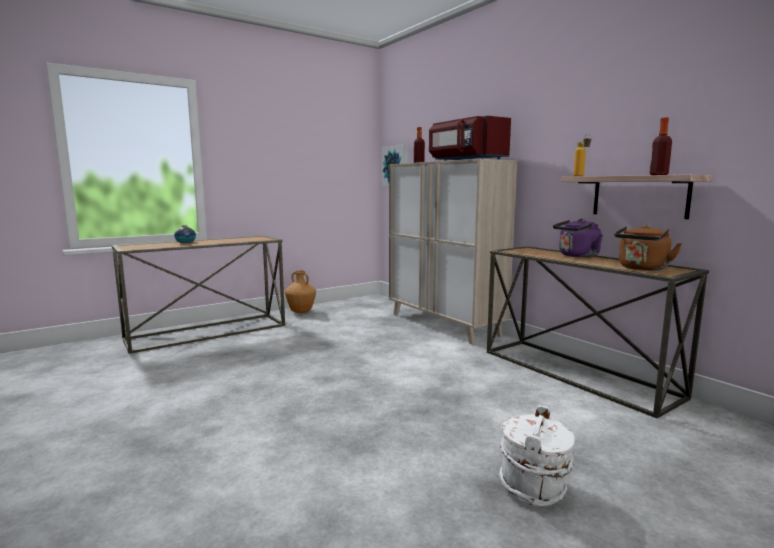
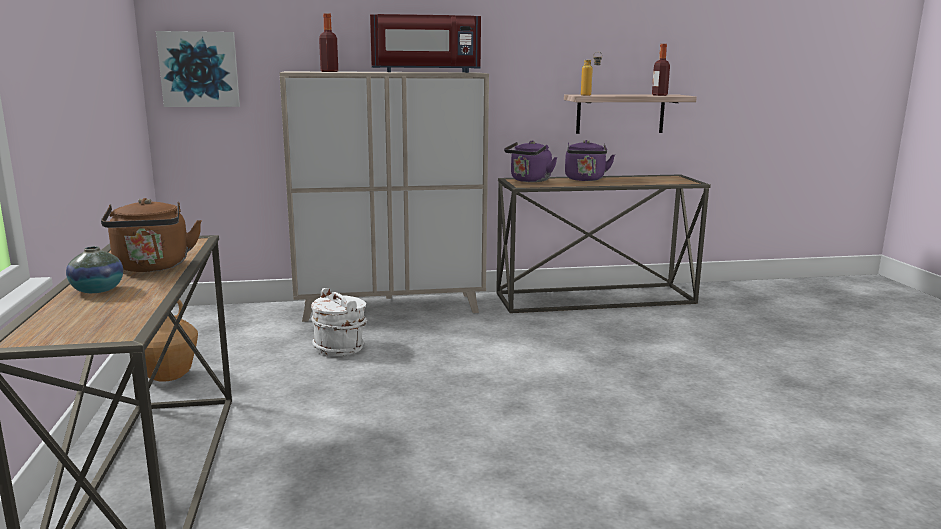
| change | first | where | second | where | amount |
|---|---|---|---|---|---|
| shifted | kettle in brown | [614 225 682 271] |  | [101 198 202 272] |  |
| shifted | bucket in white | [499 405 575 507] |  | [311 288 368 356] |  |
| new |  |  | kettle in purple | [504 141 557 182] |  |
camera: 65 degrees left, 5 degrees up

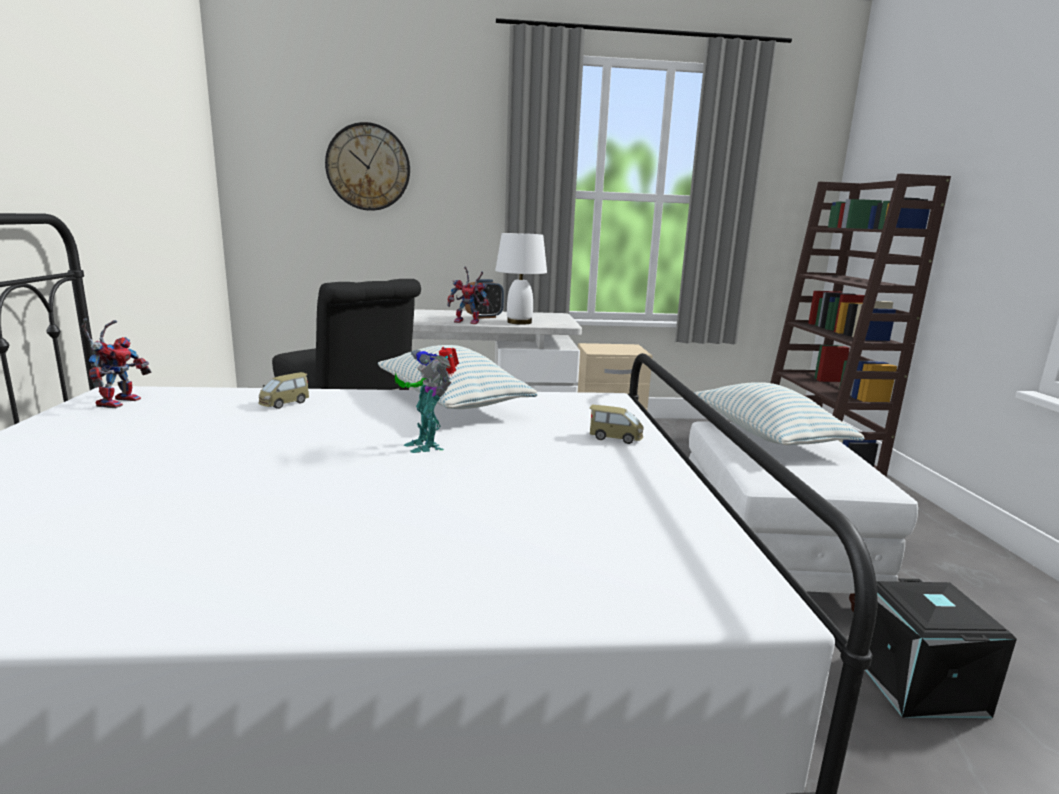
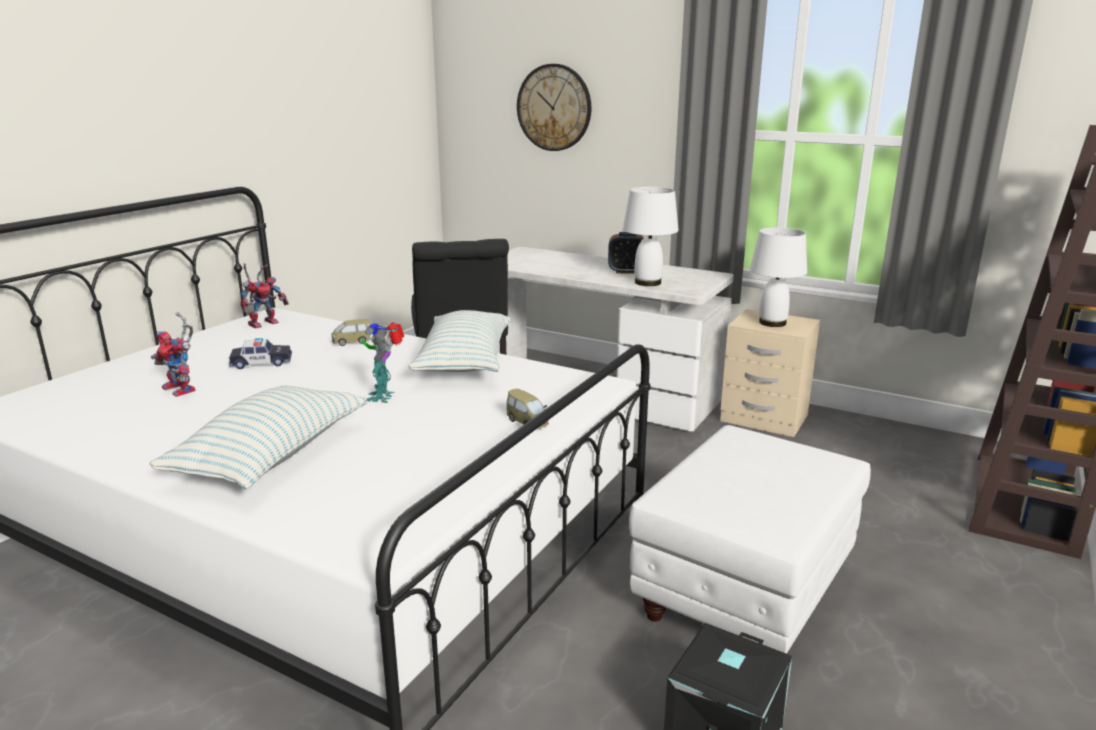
| change | first | where | second | where | amount |
|---|---|---|---|---|---|
| shifted | toy robot | [447 267 490 324] |  | [151 312 195 397] |  |
| shifted | pillow | [695 382 865 445] |  | [149 386 367 489] |  |
| new |  |  | table lamp in white | [750 227 807 327] |  |
| new |  |  | toy car | [229 338 292 369] |  |
camera: 35 degrees right, 5 degrees up

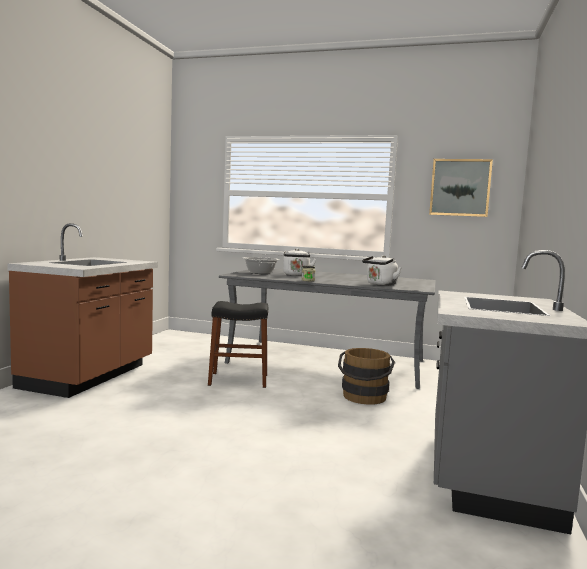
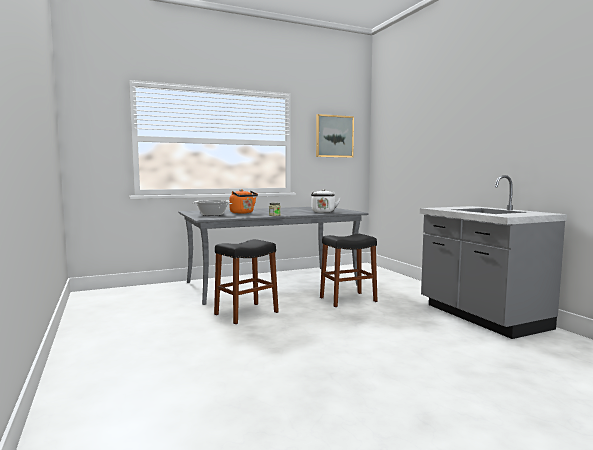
| change | first | where | second | where | amount |
|---|---|---|---|---|---|
| gone | counter in brown | [7 223 158 398] |  |  |  |
| repainted | kettle in white | [283 249 316 276] | kettle in orange | [229 189 258 214] |  |
| swapped | bucket in brown | [338 348 395 405] | stool in black | [320 234 378 307] |  |
camera: 40 degrees left, 0 degrees up

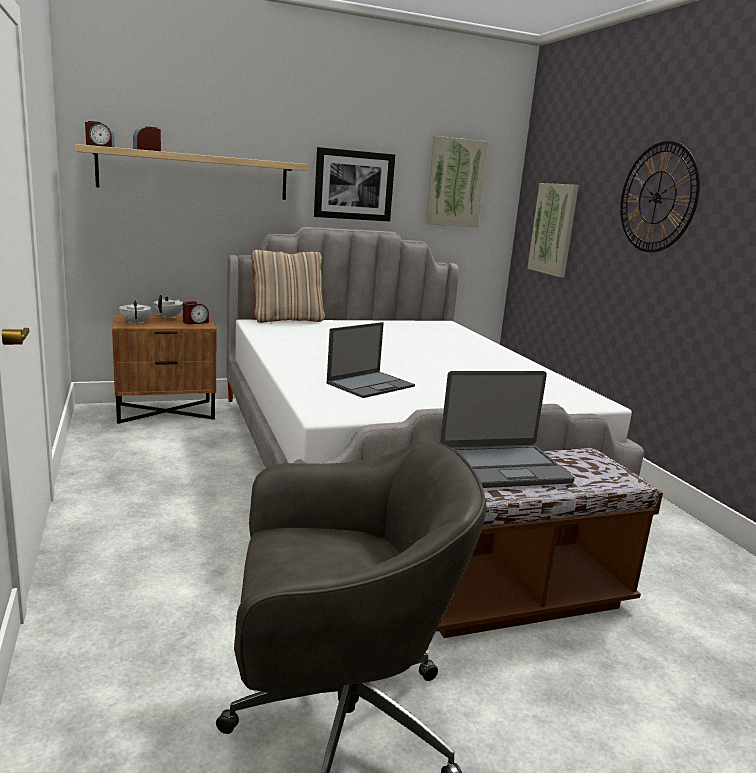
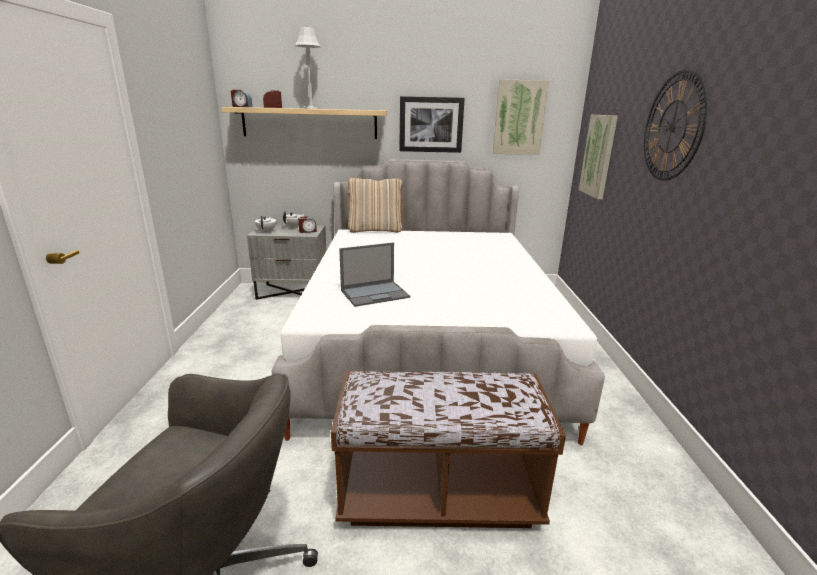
| change | first | where | second | where | amount |
|---|---|---|---|---|---|
| repainted | nightstand in brown | [112 315 216 424] | nightstand in grey | [247 224 327 300] |  |
| gone | laptop | [440 371 575 488] |  |  |  |
| new |  |  | table lamp in grey | [295 27 321 109] |  |
camera: 20 degrees right, 5 degrees up

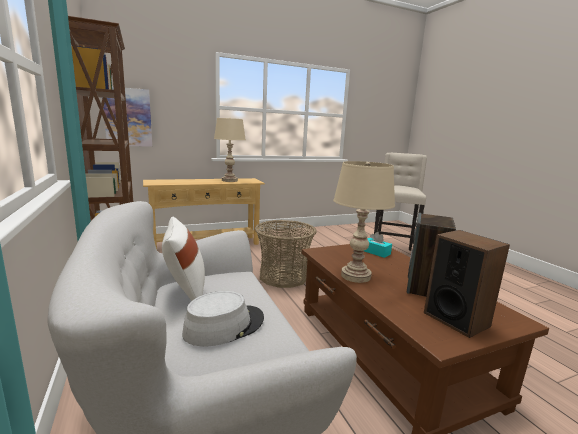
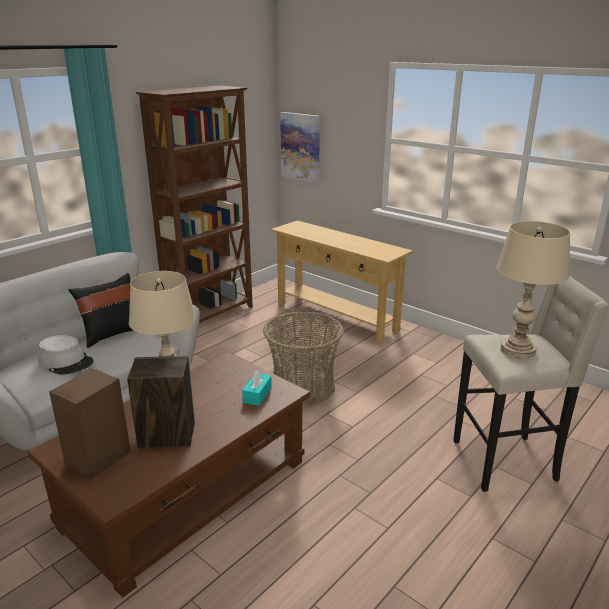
| change | first | where | second | where | amount |
|---|---|---|---|---|---|
| shifted | table lamp in beige | [214 118 246 182] |  | [496 221 570 359] |  |
| repainted | pillow in white | [162 217 205 301] | pillow in black | [69 273 134 348] |  |
camera: 65 degrees right, 10 degrees up

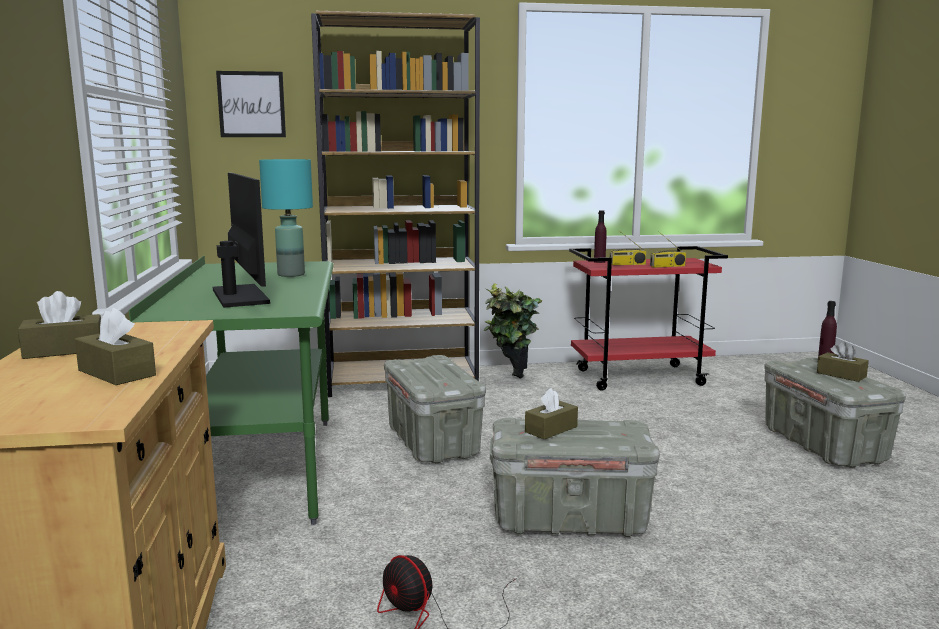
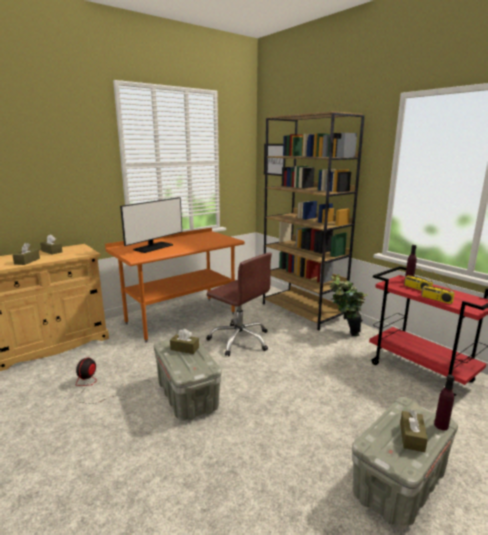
| change | first | where | second | where | amount |
|---|---|---|---|---|---|
| gone | table lamp in turquoise | [259 159 313 277] |  |  |  |
| repainted | desk in green | [129 255 334 525] | desk in orange | [105 228 245 342] |  |
| swapped | storage box in grey | [384 355 486 464] | office chair in brown | [206 252 272 356] |  |
camera: 60 degrees right, 5 degrees up

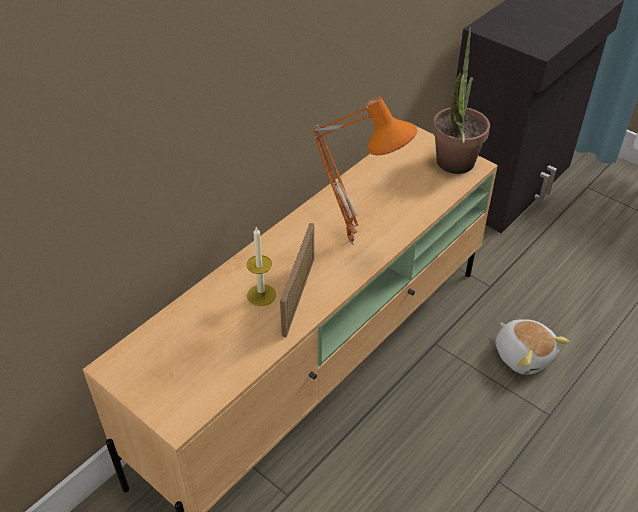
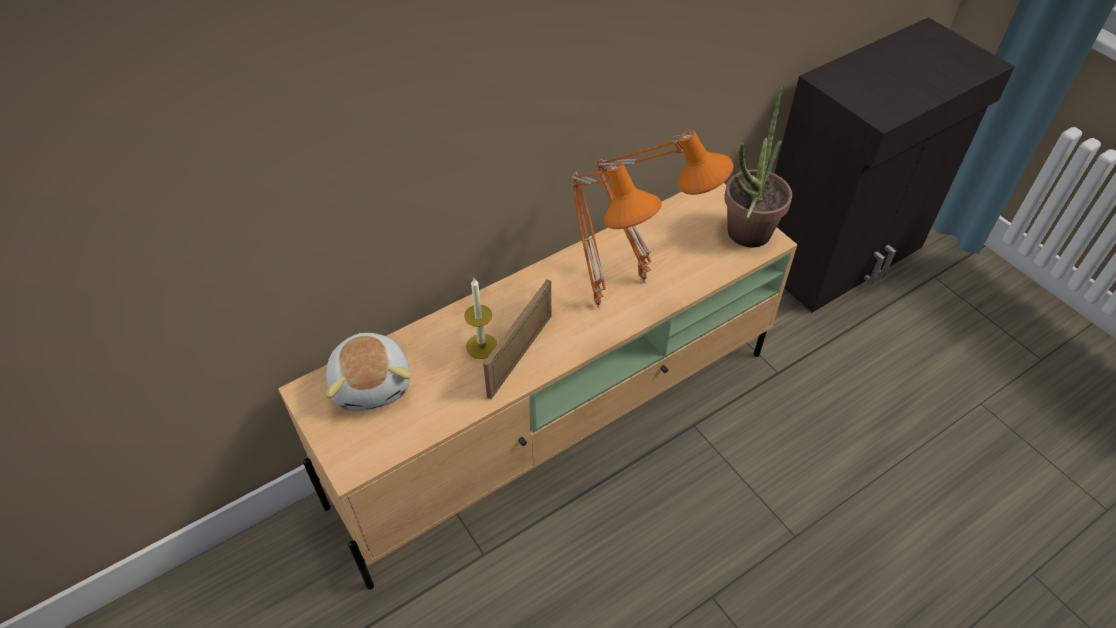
| change | first | where | second | where | amount |
|---|---|---|---|---|---|
| shifted | plush toy | [495 319 570 375] |  | [326 333 411 411] |  |
| new |  |  | table lamp in orange | [594 130 733 283] |  |
camera: 15 degrees right, 5 degrees up

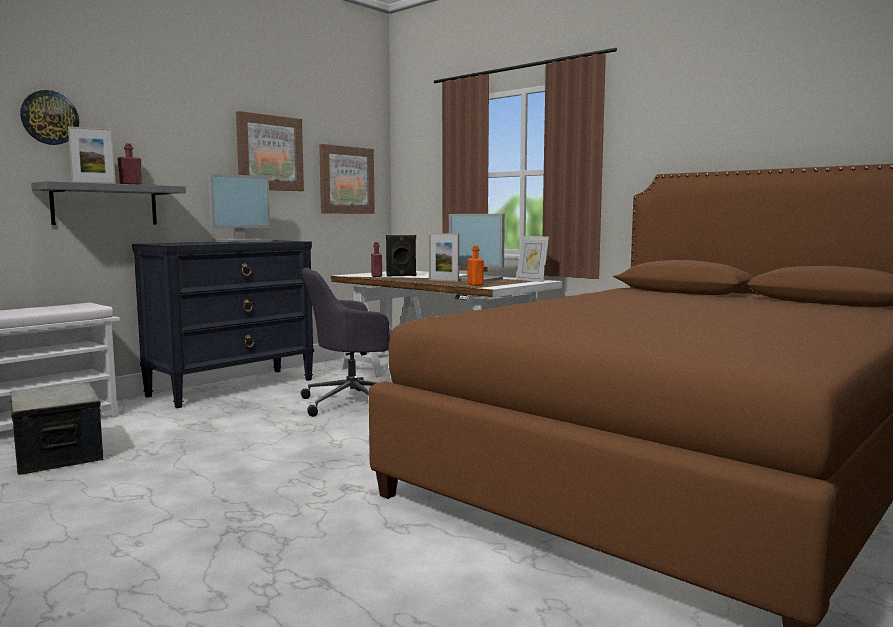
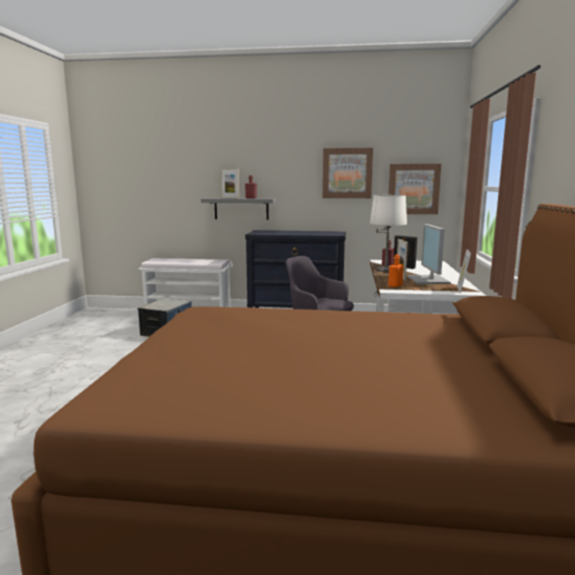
| change | first | where | second | where | amount |
|---|---|---|---|---|---|
| gone | wall clock | [20 90 79 145] |  |  |  |
| gone | monitor | [208 174 272 243] |  |  |  |
| new |  |  | table lamp in white | [370 194 407 272] |  |
camera: 55 degrees right, 5 degrees up

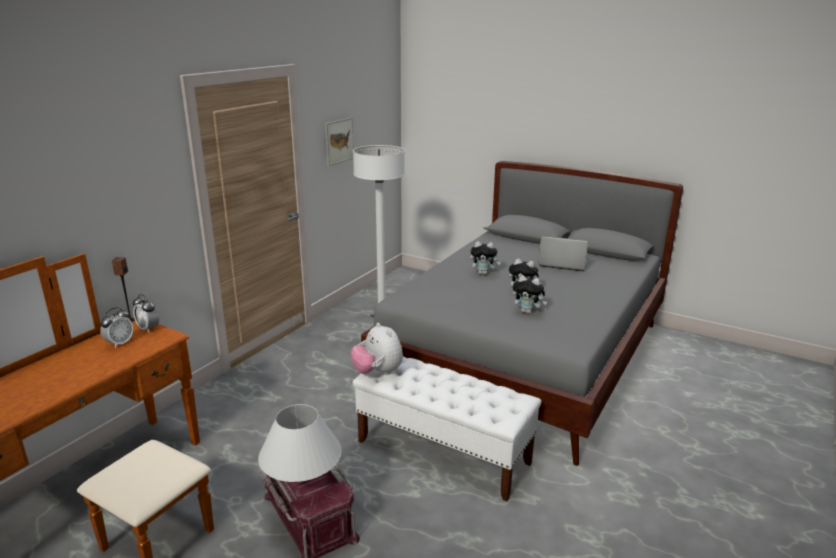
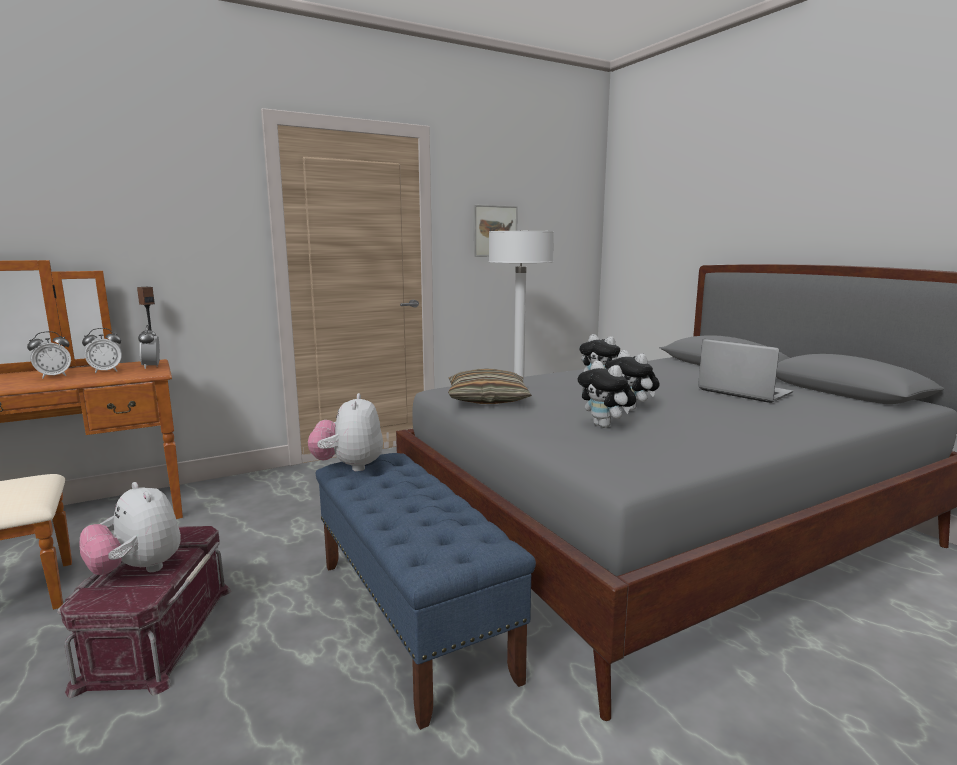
| change | first | where | second | where | amount |
|---|---|---|---|---|---|
| repainted | bench in white | [353 356 541 501] | bench in blue | [316 453 536 730] |  |
| swapped | table lamp in white | [258 404 342 482] | plush toy | [80 482 181 575] |  |
| new |  |  | alarm clock | [27 331 71 379] |  |
| new |  |  | pillow | [448 369 532 404] |  |
camera: 30 degrees right, 10 degrees down

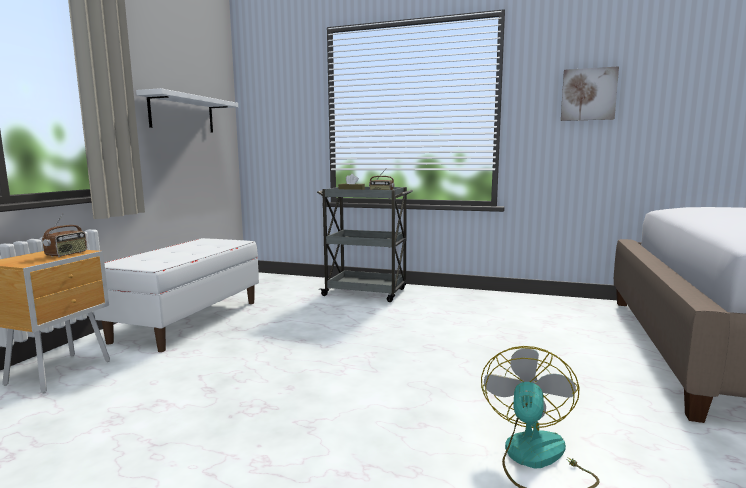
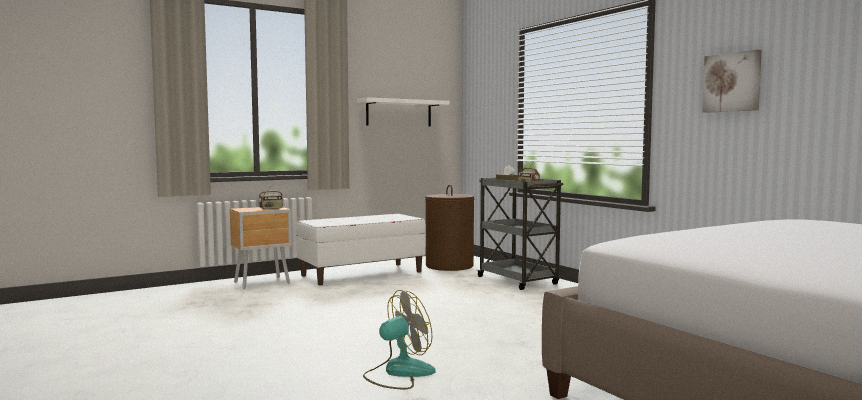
| change | first | where | second | where | amount |
|---|---|---|---|---|---|
| new |  |  | laundry basket in brown | [425 184 474 271] |  |
camera: 40 degrees right, 5 degrees down

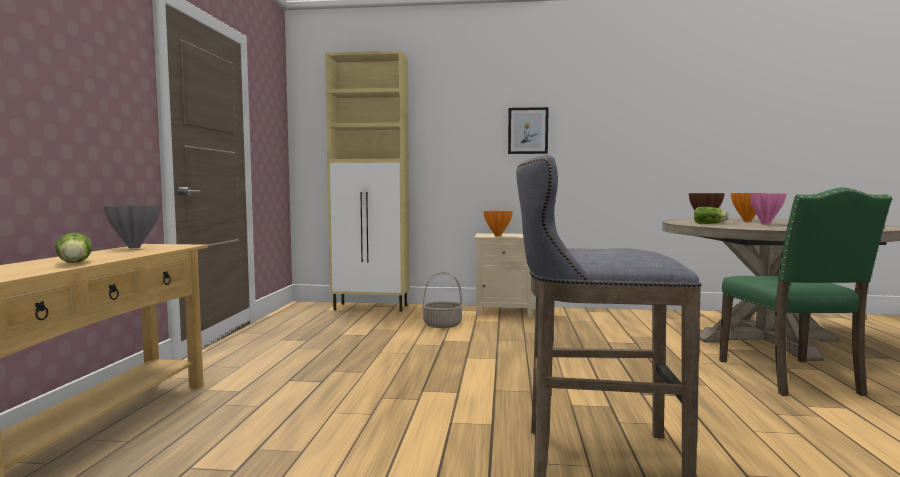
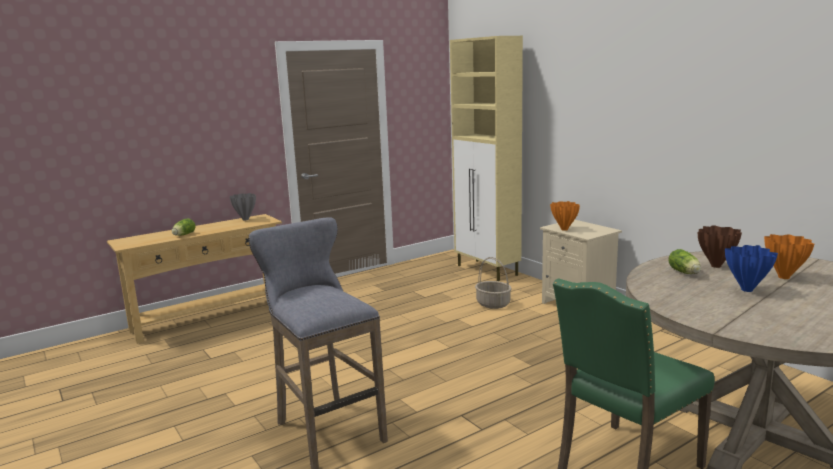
| change | first | where | second | where | amount |
|---|---|---|---|---|---|
| gone | picture | [508 107 549 154] |  |  |  |
| repainted | vase in pink | [750 193 786 225] | vase in blue | [725 245 778 292] |  |
camera: 50 degrees right, 10 degrees up

